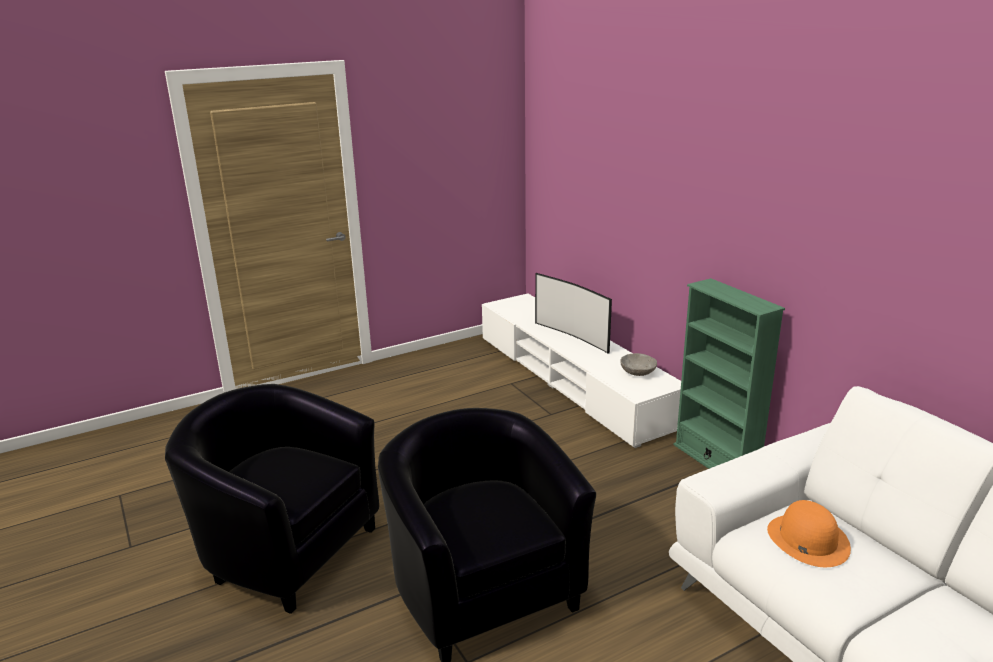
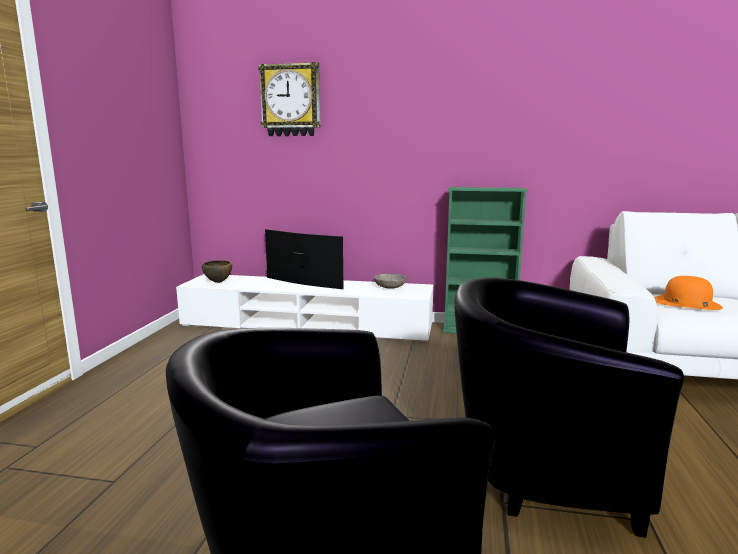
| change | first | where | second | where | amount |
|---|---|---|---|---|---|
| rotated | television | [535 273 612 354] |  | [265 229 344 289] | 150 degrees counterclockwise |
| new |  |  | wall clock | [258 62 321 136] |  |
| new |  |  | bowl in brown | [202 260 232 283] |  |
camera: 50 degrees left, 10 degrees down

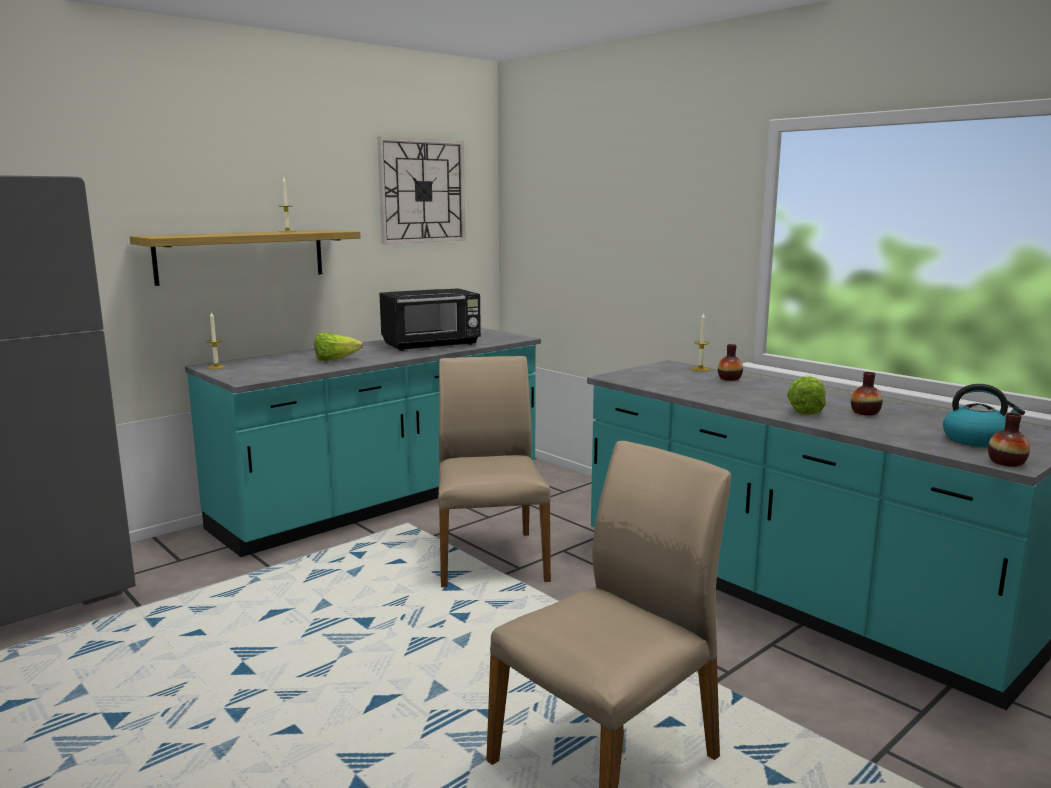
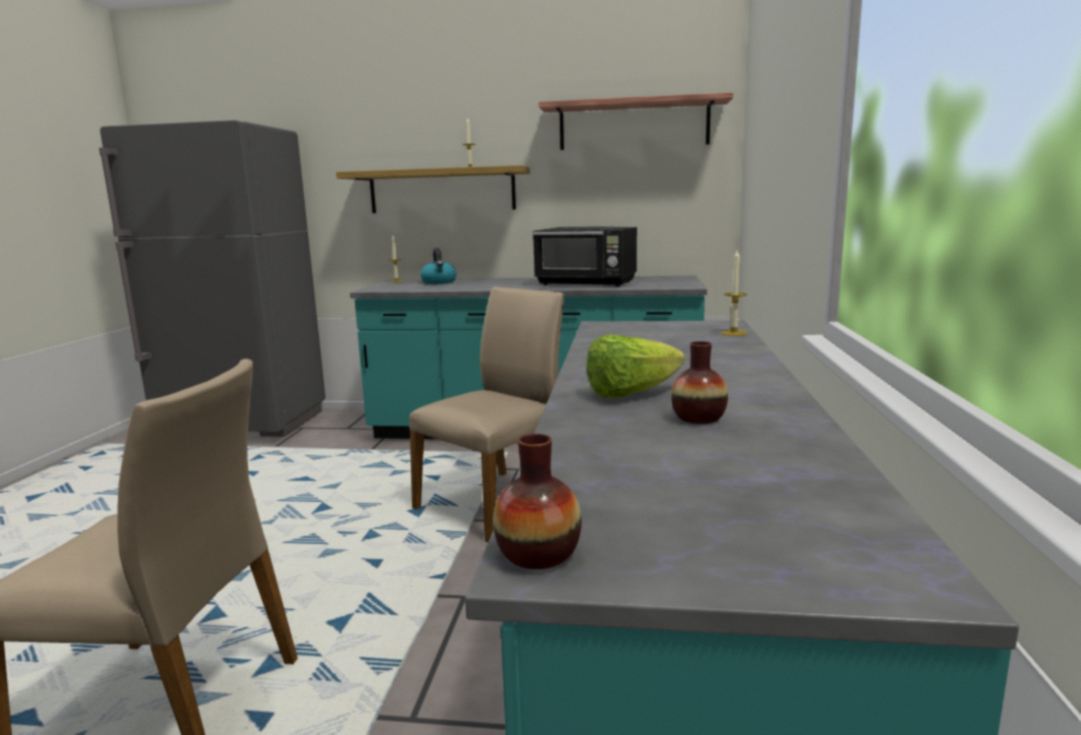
| change | first | where | second | where | amount |
|---|---|---|---|---|---|
| swapped | wall clock | [377 137 466 244] | shelf | [539 92 733 150] |  |
| gone | lettuce | [315 332 363 361] |  |  |  |
| gone | vase | [718 344 743 381] |  |  |  |
| shifted | kettle | [943 384 1025 447] |  | [420 248 456 284] |  |
camera: 50 degrees right, 0 degrees up

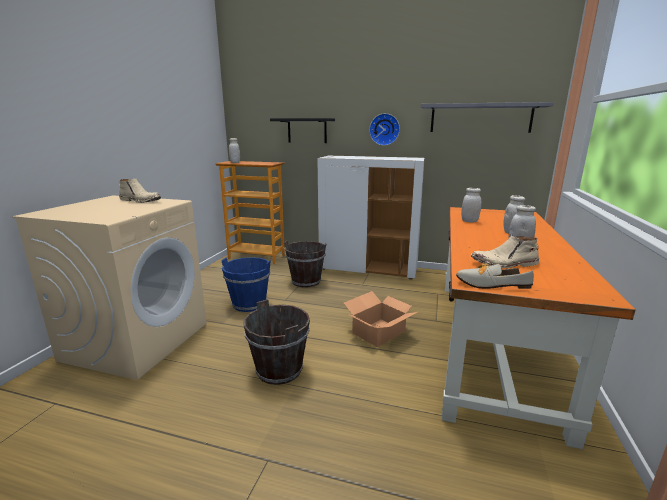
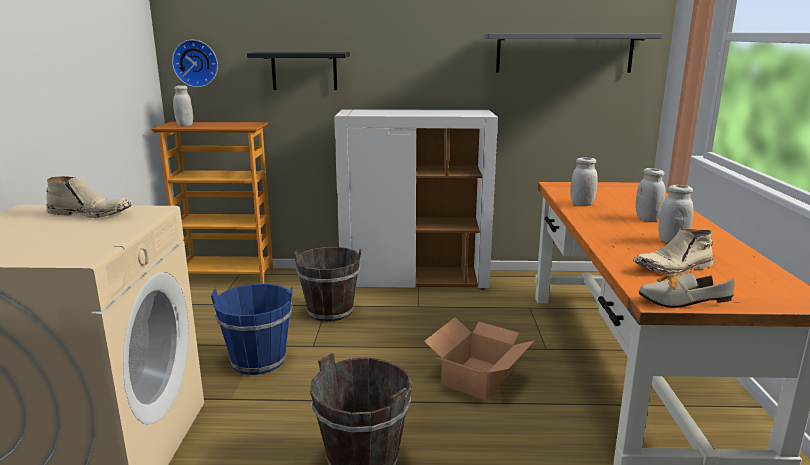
| change | first | where | second | where | amount |
|---|---|---|---|---|---|
| shifted | wall clock | [369 113 400 146] |  | [172 40 218 87] |  |
camera: 15 degrees left, 0 degrees up

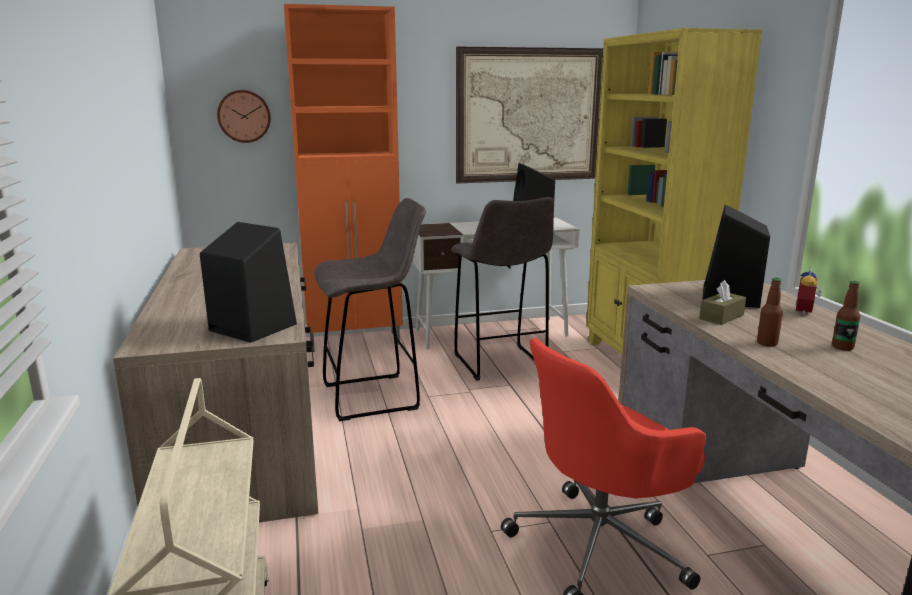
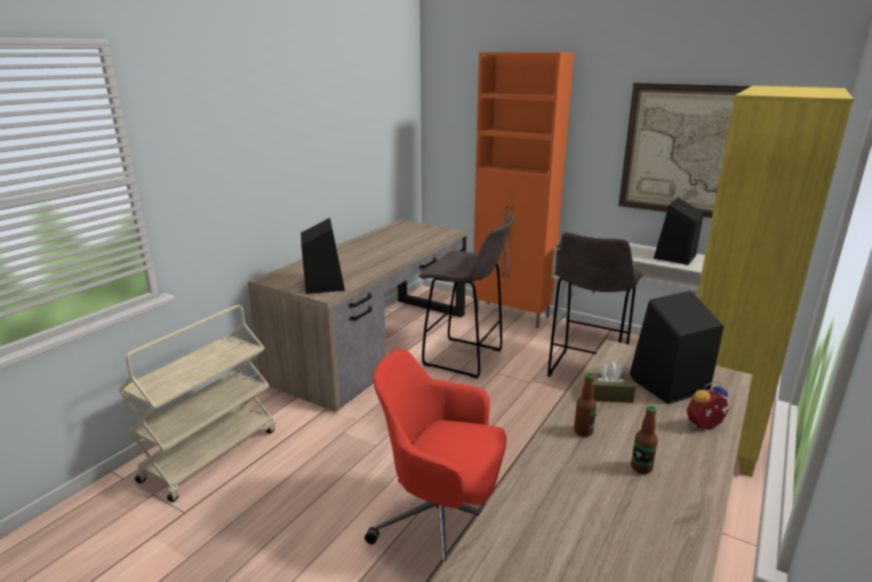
| change | first | where | second | where | amount |
|---|---|---|---|---|---|
| gone | wall clock | [217 90 271 143] |  |  |  |
camera: 45 degrees right, 5 degrees up

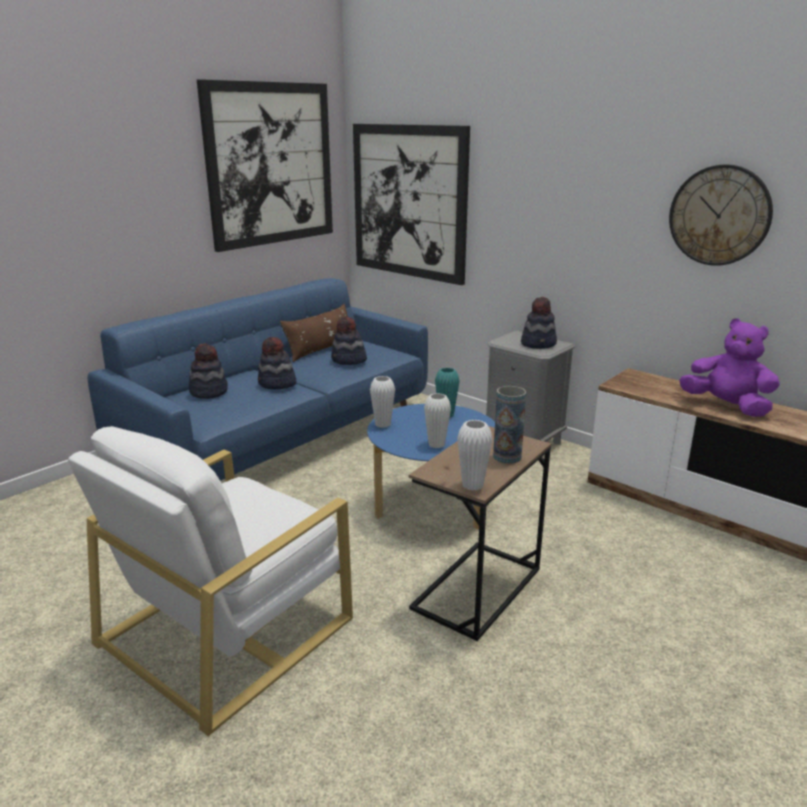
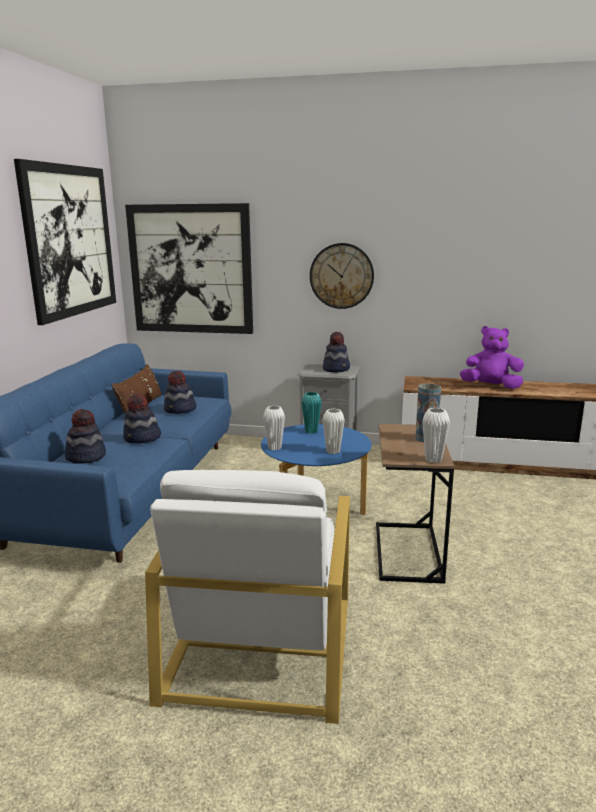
| change | first | where | second | where | amount |
|---|---|---|---|---|---|
| shifted | wall clock | [669 164 773 266] |  | [310 243 374 309] |  |
camera: 30 degrees left, 5 degrees down

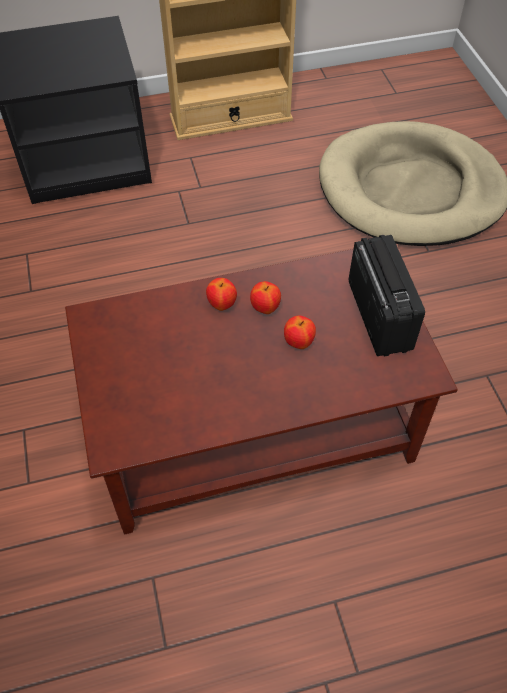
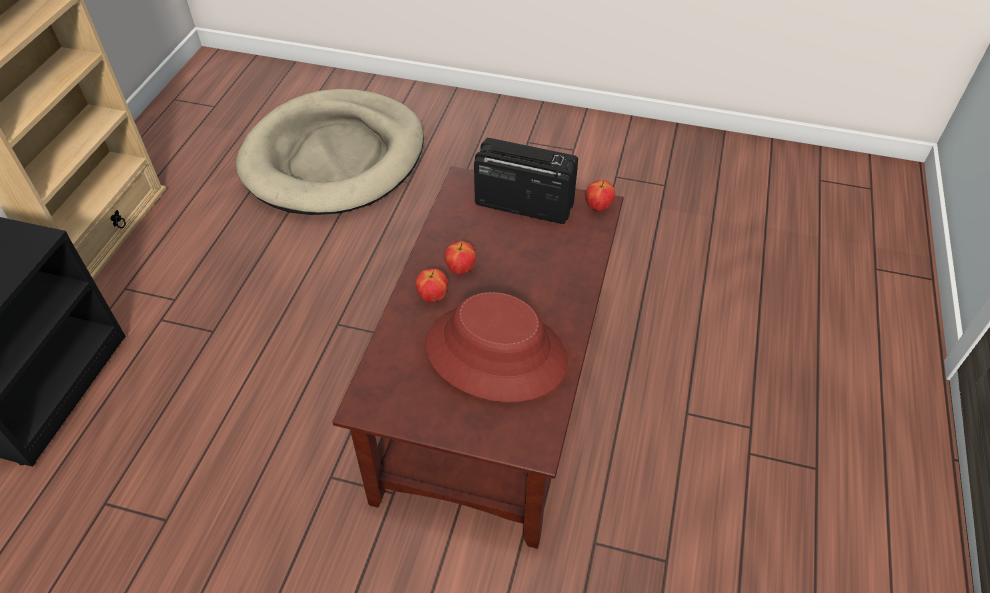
| change | first | where | second | where | amount |
|---|---|---|---|---|---|
| shifted | apple | [284 316 316 349] |  | [586 180 615 212] |  |
| new |  |  | hat in red | [426 292 568 402] |  |
camera: 60 degrees left, 5 degrees down

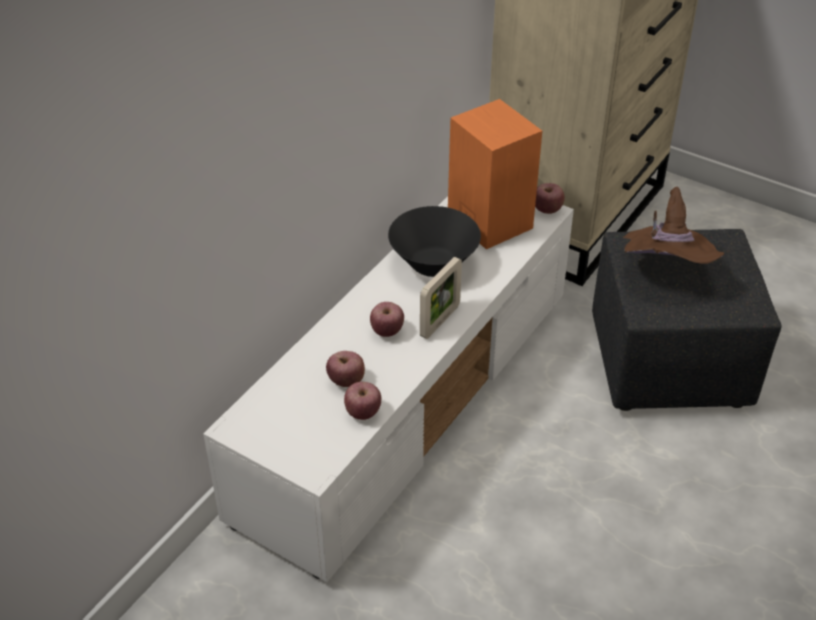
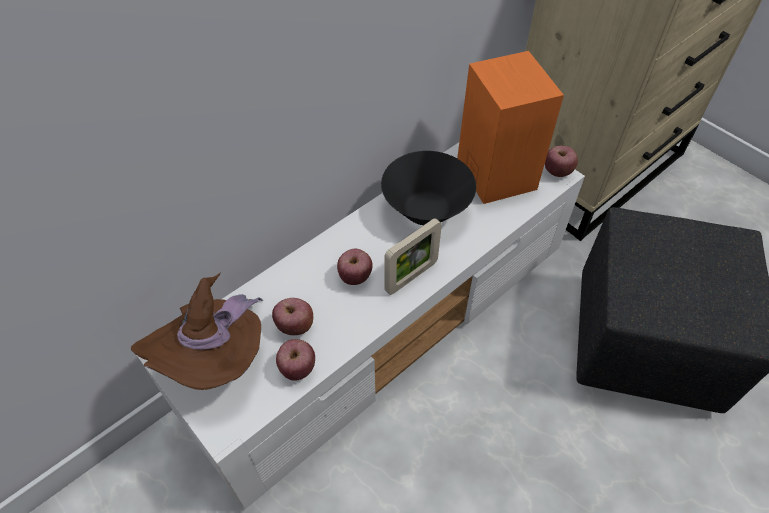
| change | first | where | second | where | amount |
|---|---|---|---|---|---|
| shifted | hat in brown | [623 187 724 264] |  | [131 272 263 390] |  |
camera: 15 degrees right, 10 degrees up

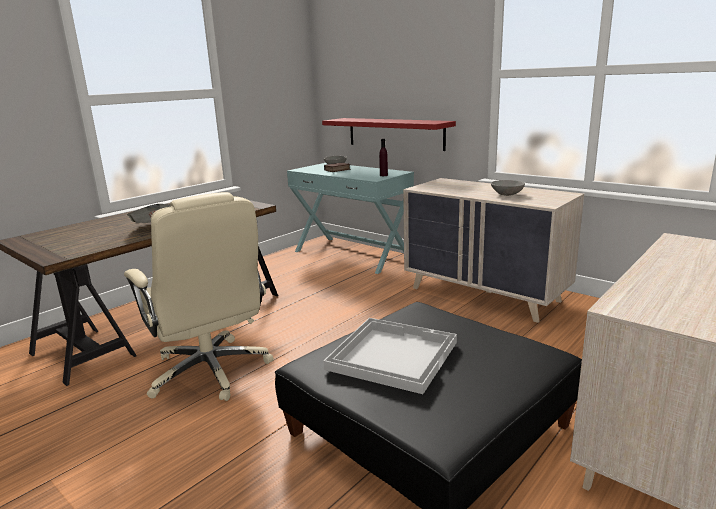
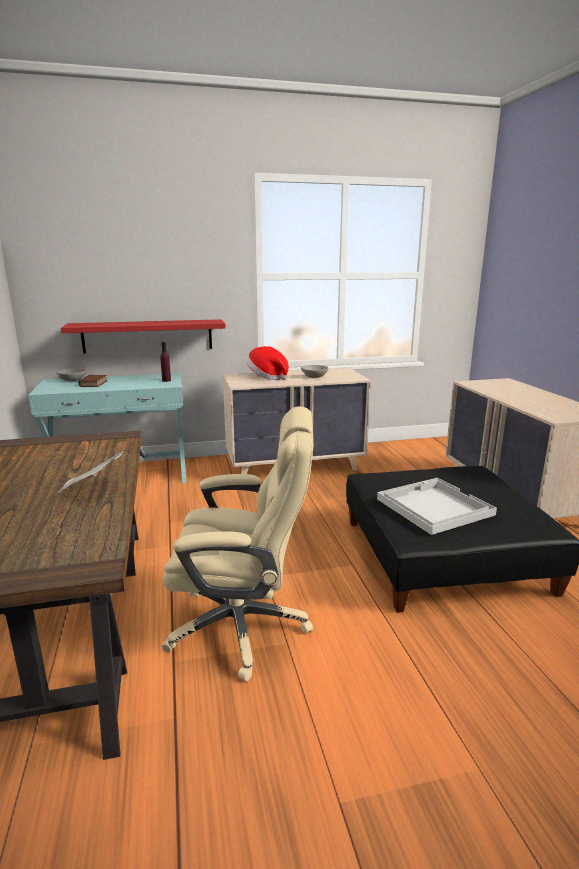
| change | first | where | second | where | amount |
|---|---|---|---|---|---|
| new |  |  | hat | [246 346 289 380] |  |
camera: 55 degrees left, 0 degrees up

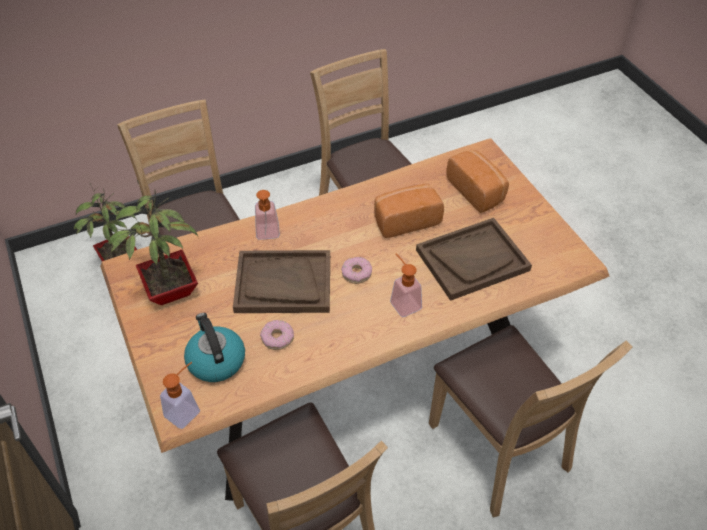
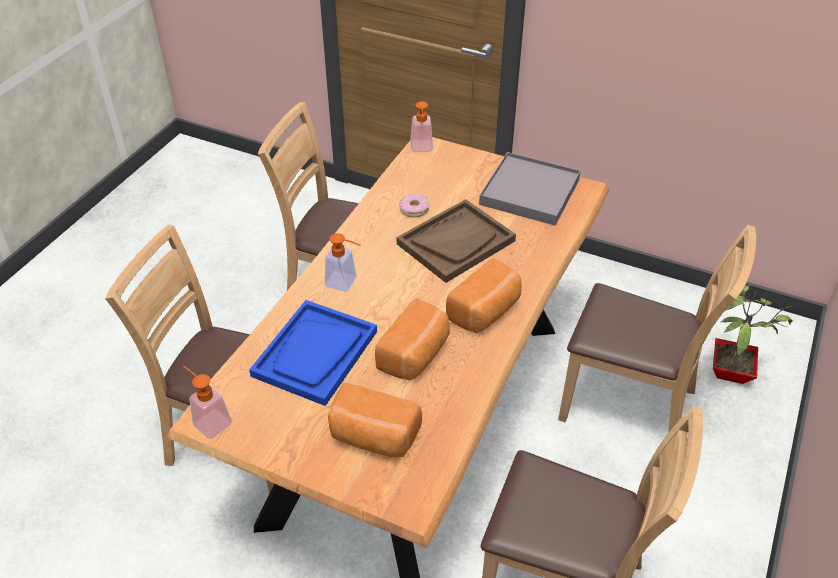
| change | first | where | second | where | amount |
|---|---|---|---|---|---|
| swapped | potted plant | [108 180 199 305] | tray in grey | [479 152 581 226] |  |
| shifted | soap dispenser | [255 190 280 240] |  | [183 366 232 439] |  |
| repainted | tray in brown | [416 218 532 301] | tray in blue | [249 300 377 406] |  |
| gone | donut | [341 257 372 284] |  |  |  |
| gone | kettle | [184 313 245 382] |  |  |  |
| new |  |  | bread | [446 259 522 333] |  |
camera: 140 degrees right, 5 degrees down

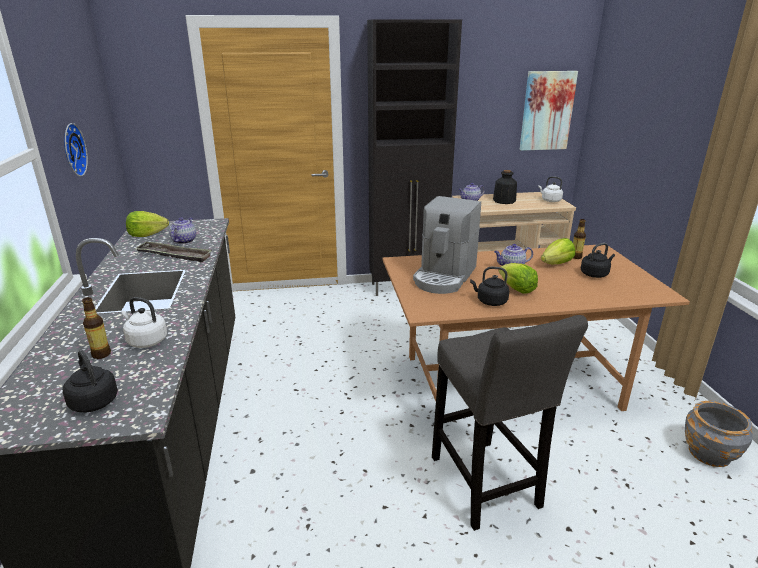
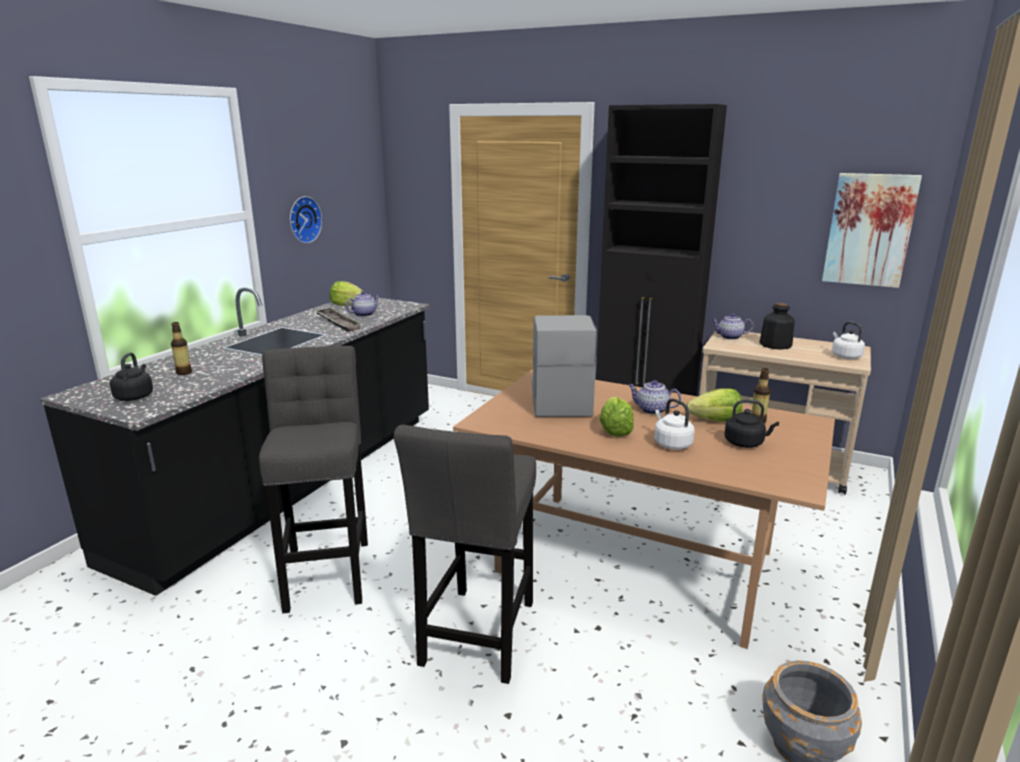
| change | first | where | second | where | amount |
|---|---|---|---|---|---|
| rotated | coffee machine | [413 196 481 294] |  | [532 315 597 417] | 120 degrees clockwise |
| gone | kettle in black | [470 267 509 306] |  |  |  |
| shifted | kettle in white | [121 297 167 348] |  | [654 399 694 450] |  |
| new |  |  | stool in grey | [259 346 368 613] |  |
camera: 35 degrees right, 5 degrees down

